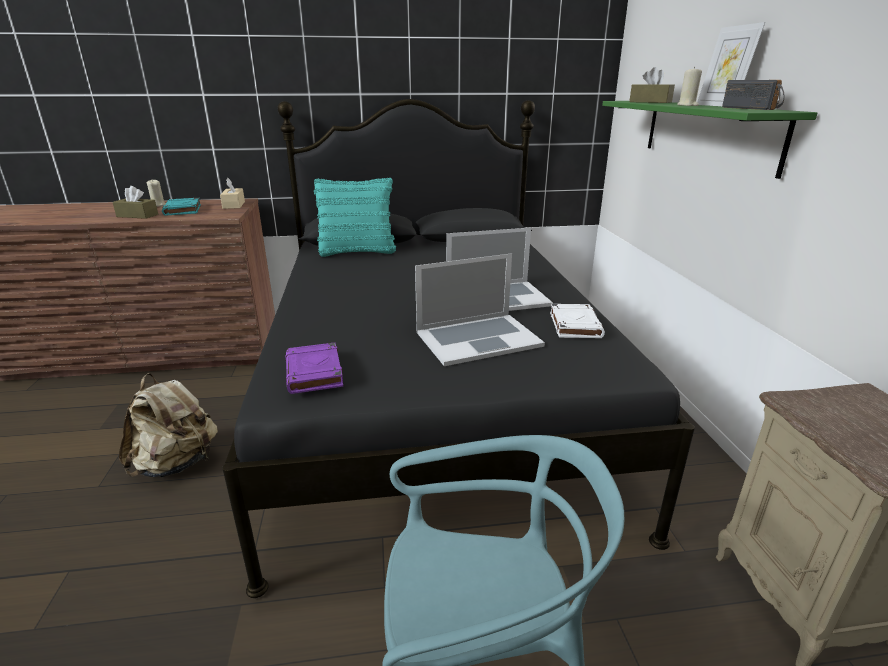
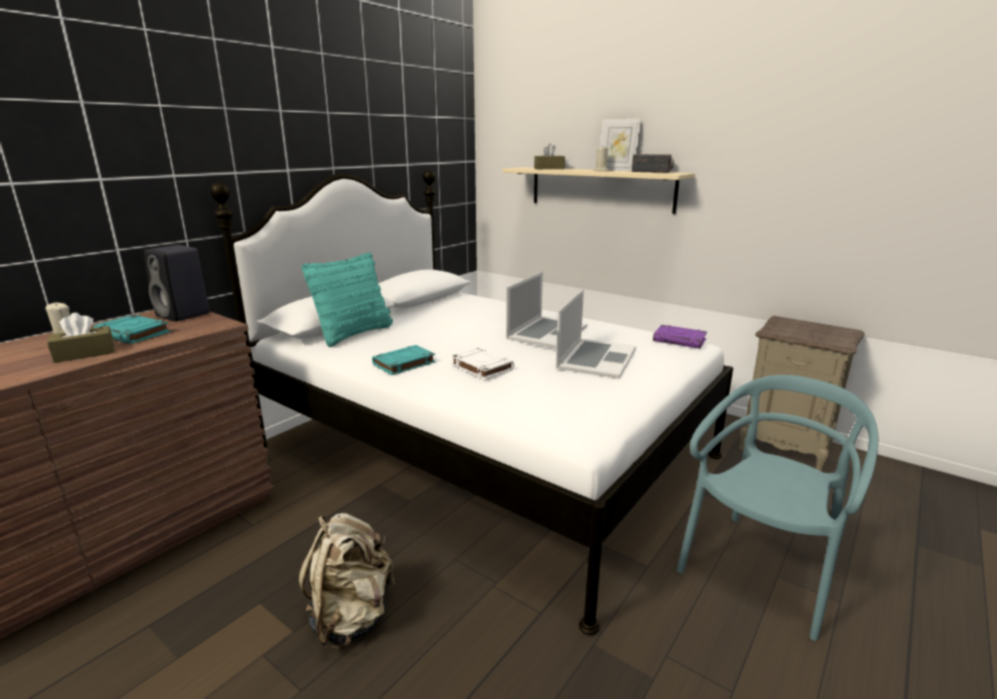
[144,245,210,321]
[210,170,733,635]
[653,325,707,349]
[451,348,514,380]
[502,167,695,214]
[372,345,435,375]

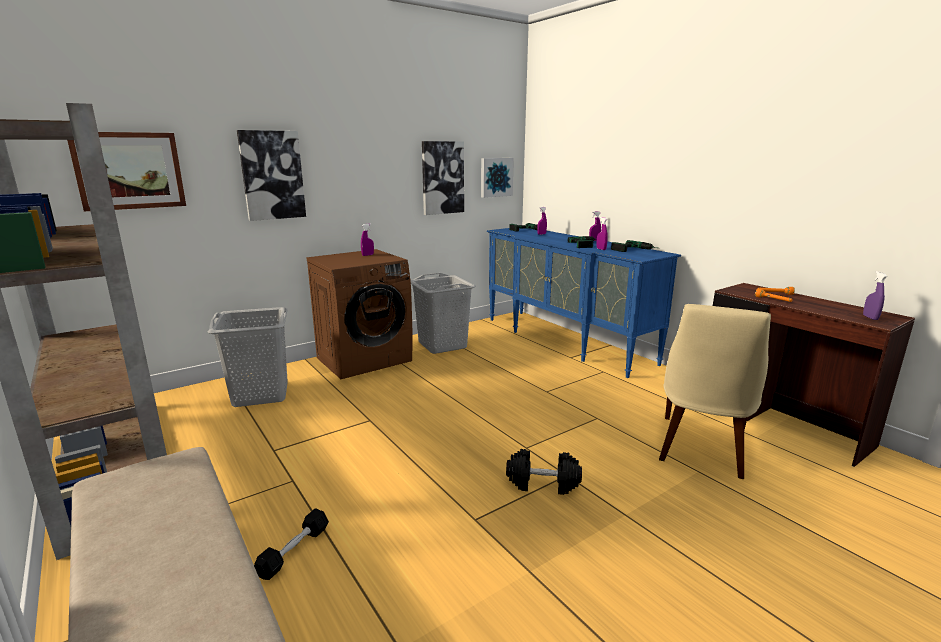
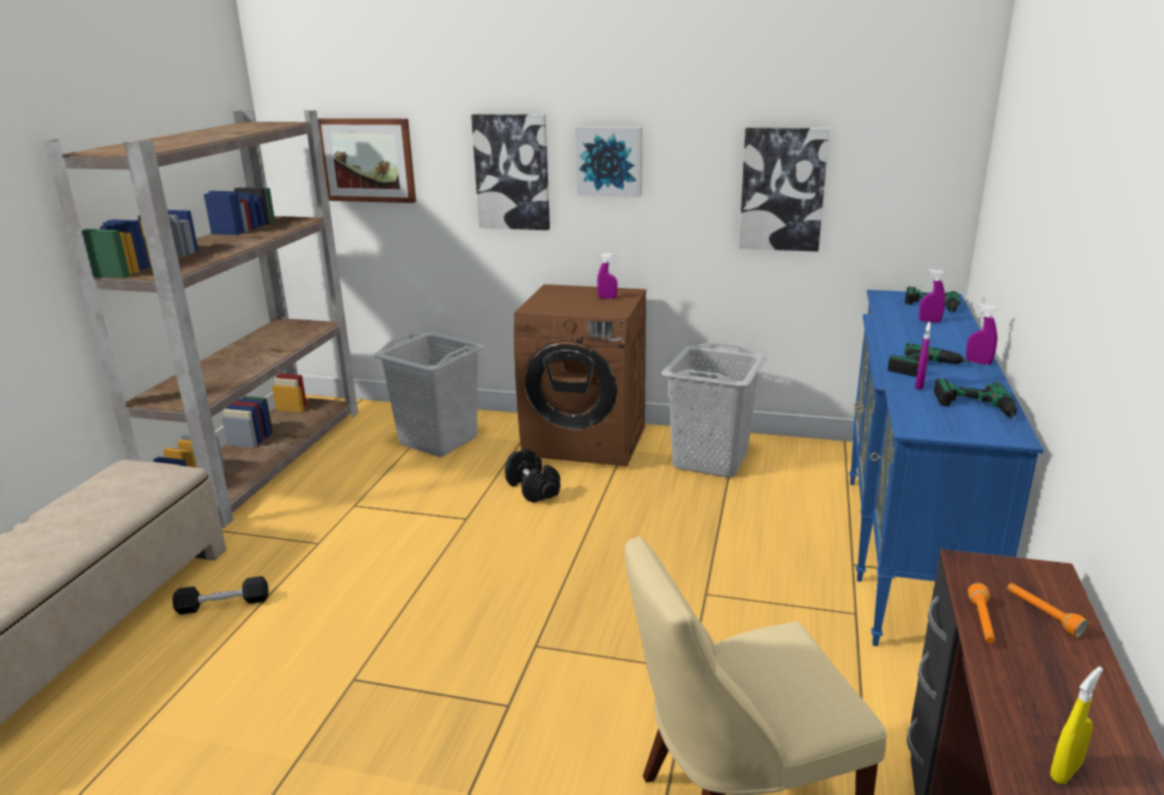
[575,127,642,197]
[505,449,560,503]
[1050,666,1103,784]

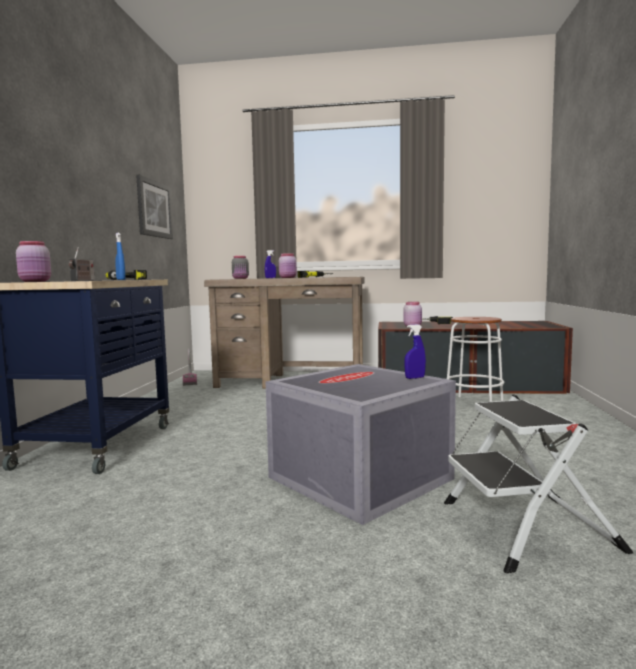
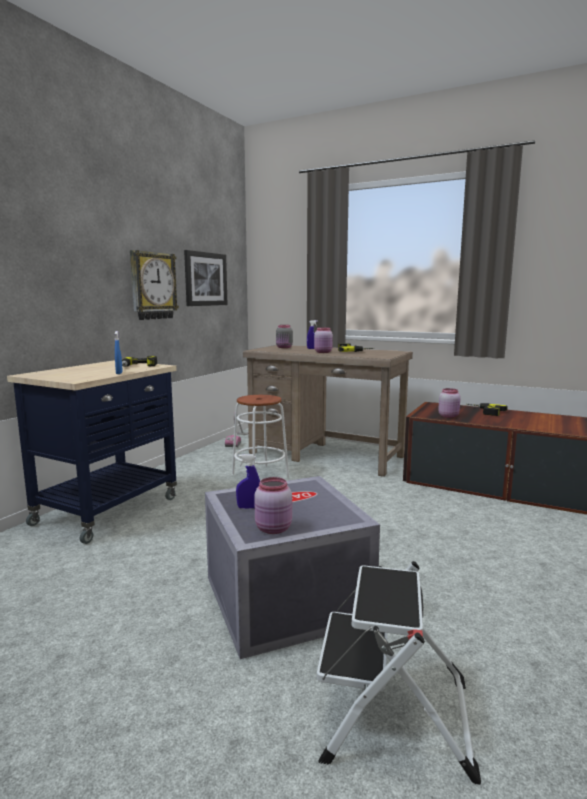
[254,477,292,534]
[69,247,95,281] (first image)
[236,454,260,509]
[232,395,289,478]
[130,250,179,320]

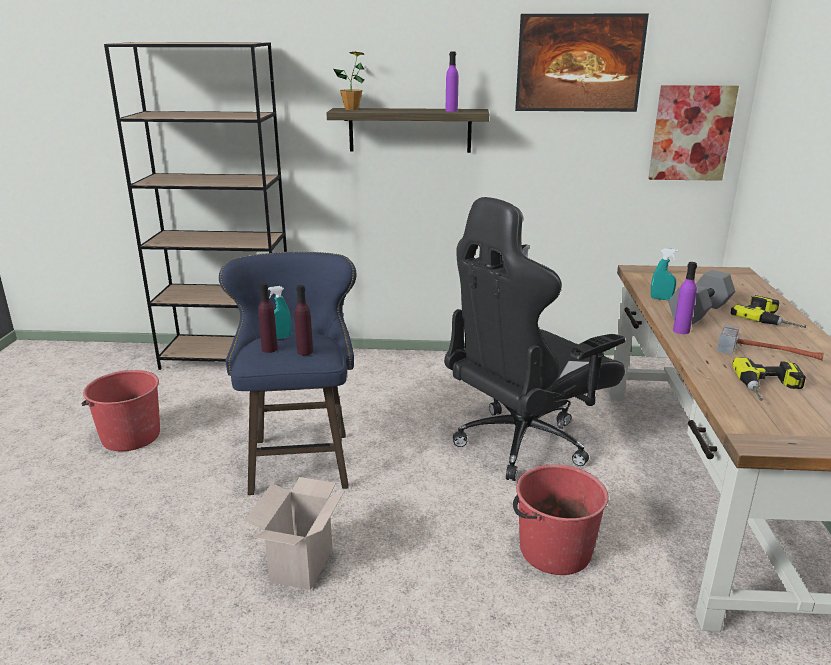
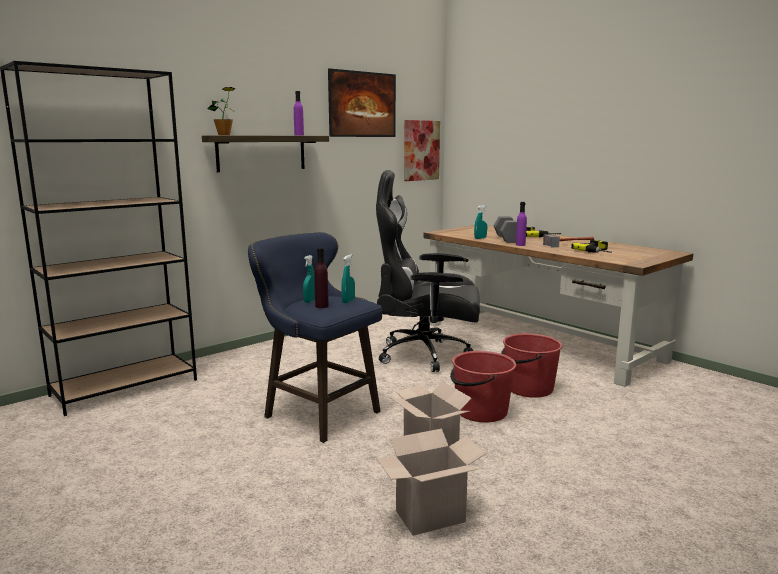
[450,351,516,422]
[341,254,355,303]
[376,170,480,372]
[377,429,485,536]

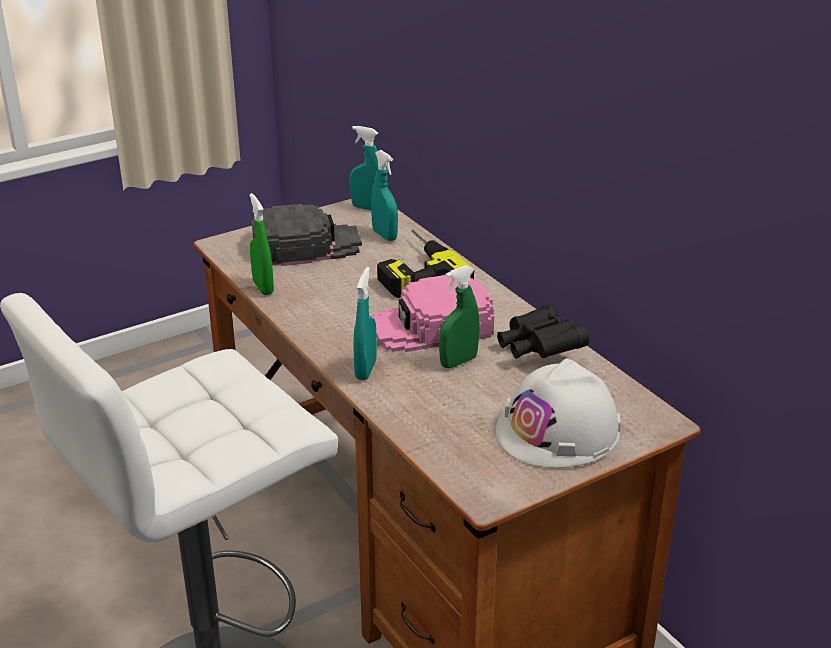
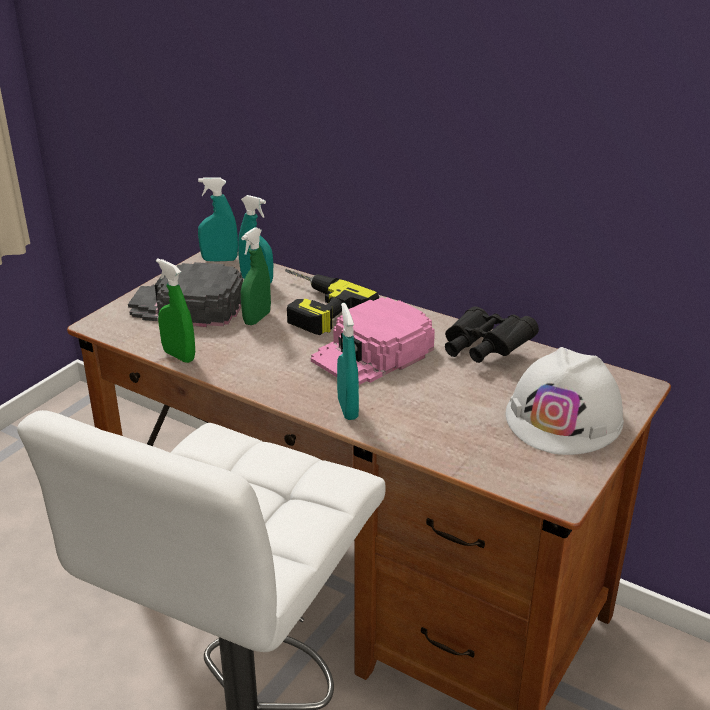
[128,262,243,327]
[241,227,271,325]

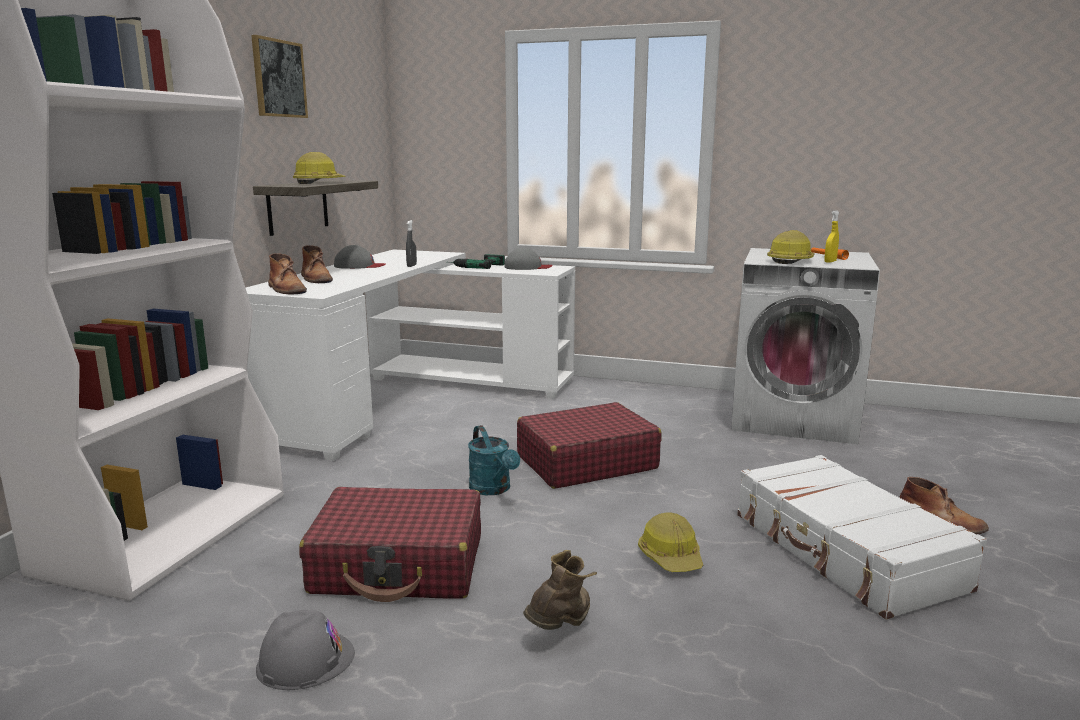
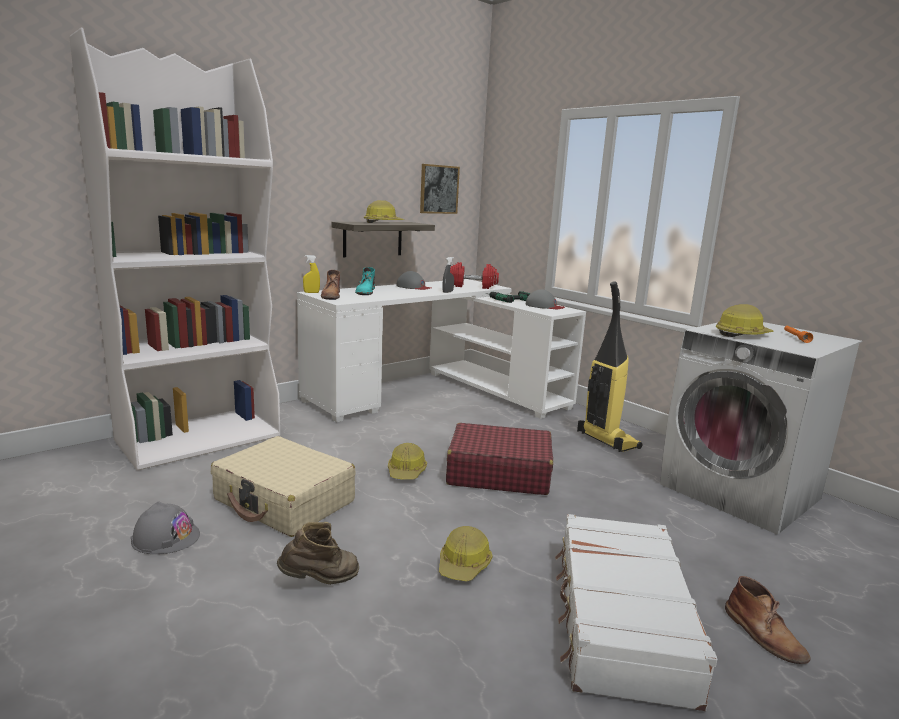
[420,164,460,214]
[211,436,356,537]
[355,267,375,295]
[388,443,427,480]
[303,255,320,293]
[450,262,499,289]
[577,282,643,452]

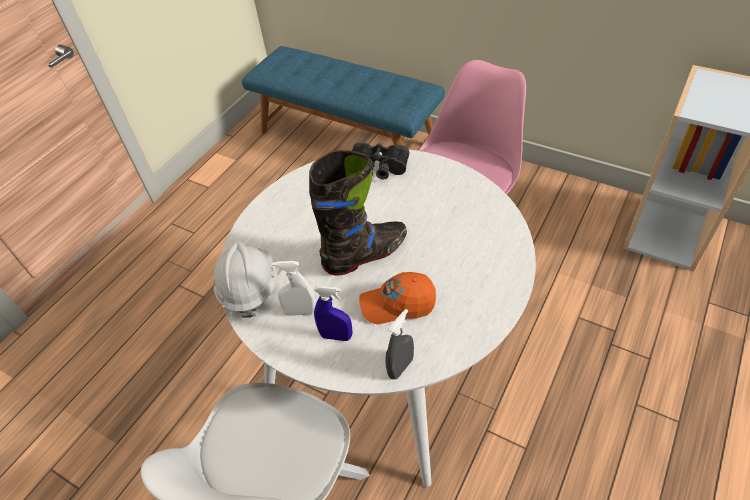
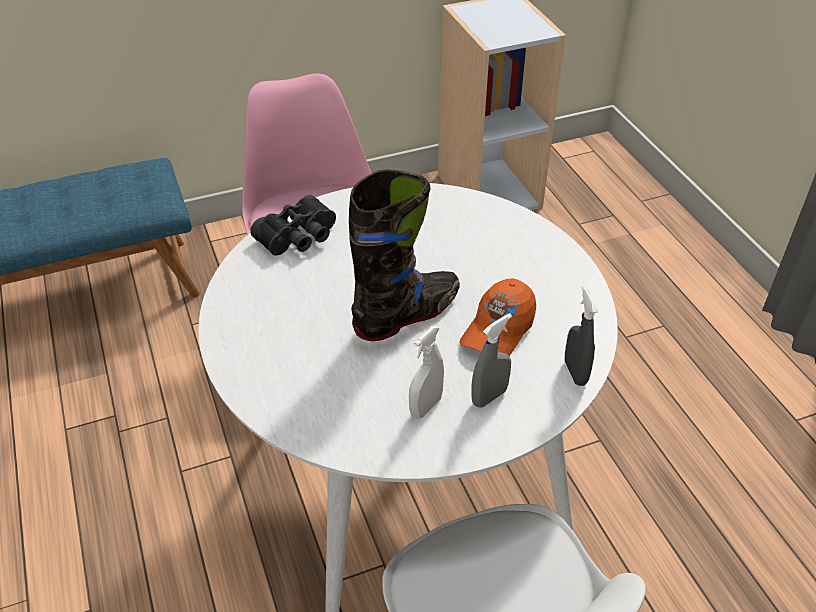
[213,241,276,318] (first image)
[349,169,460,341]
[472,313,512,407]

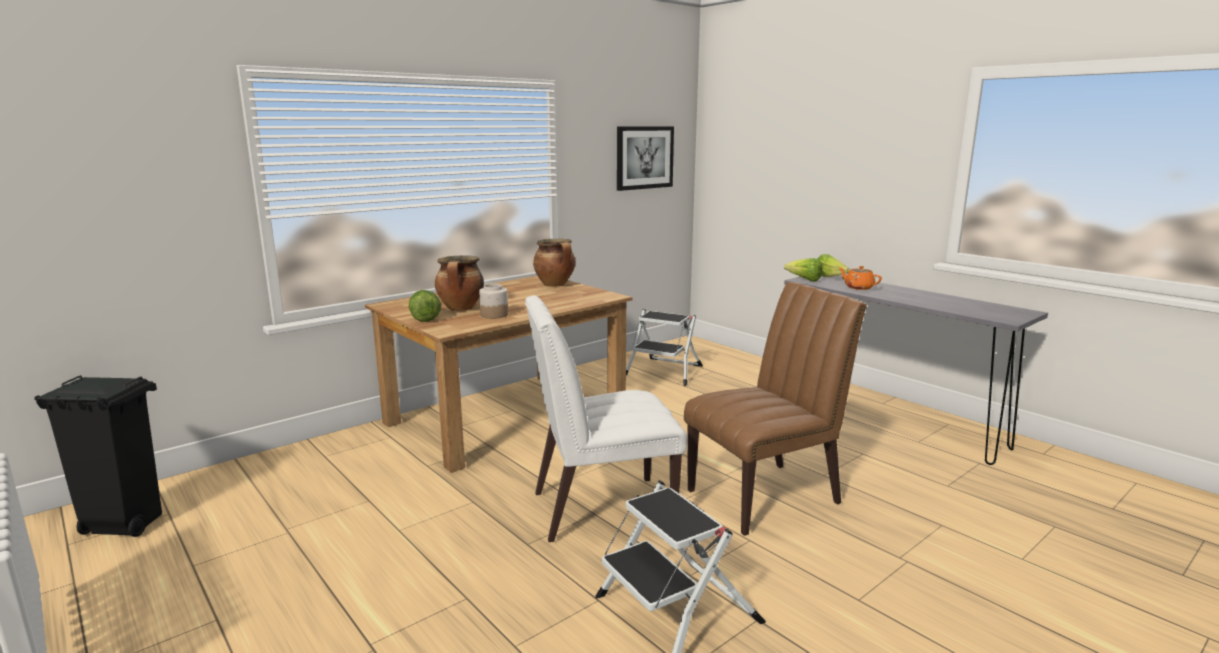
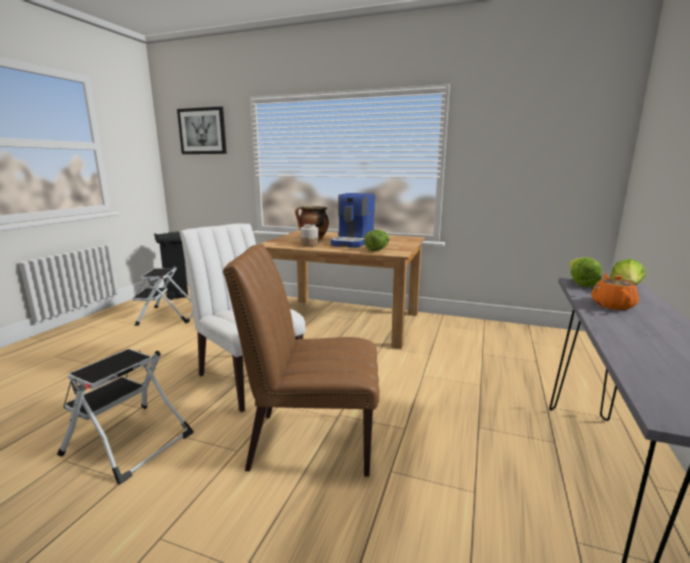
[364,230,390,251]
[533,239,575,287] (first image)
[177,107,227,154]
[132,266,193,326]
[223,244,380,477]
[331,193,375,248]

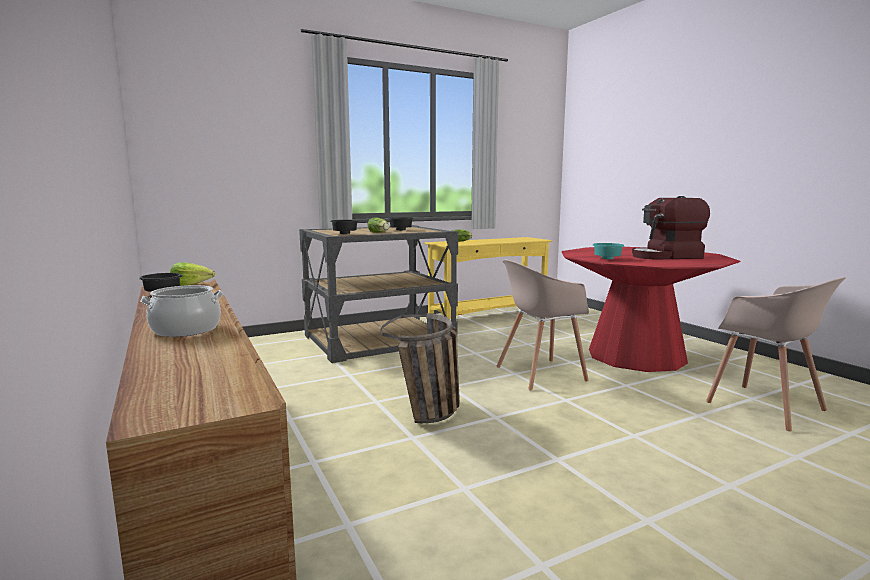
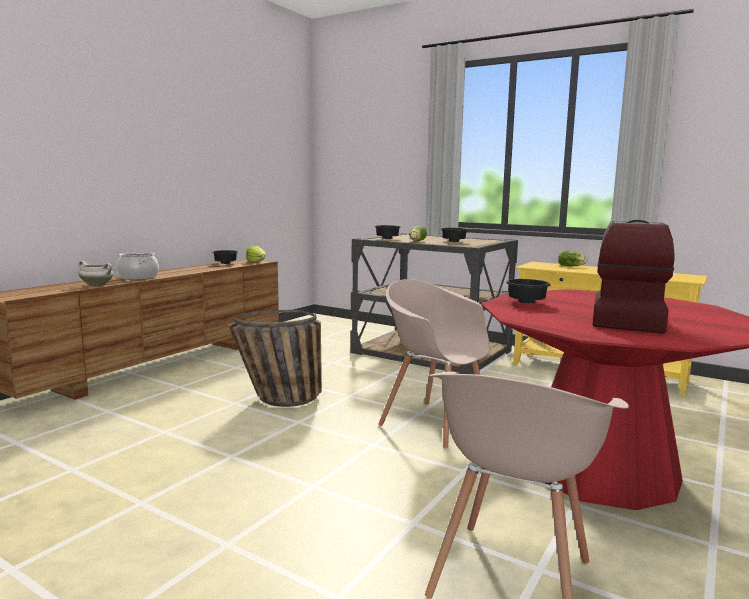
[506,279,550,303]
[593,220,674,333]
[78,261,114,286]

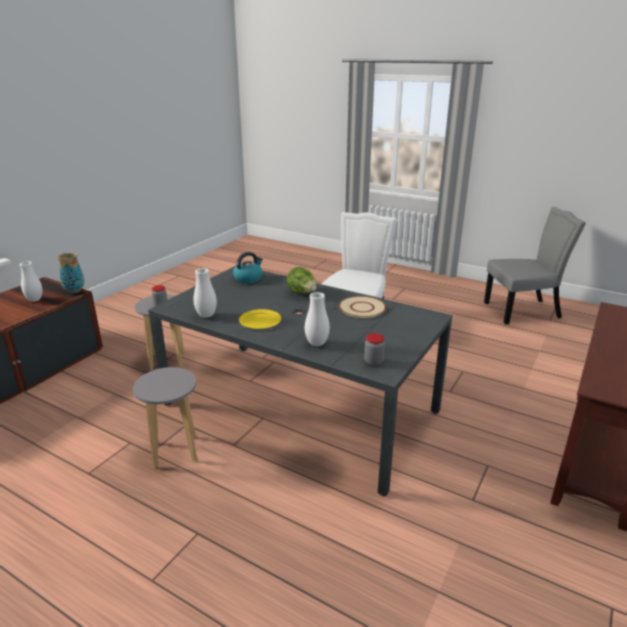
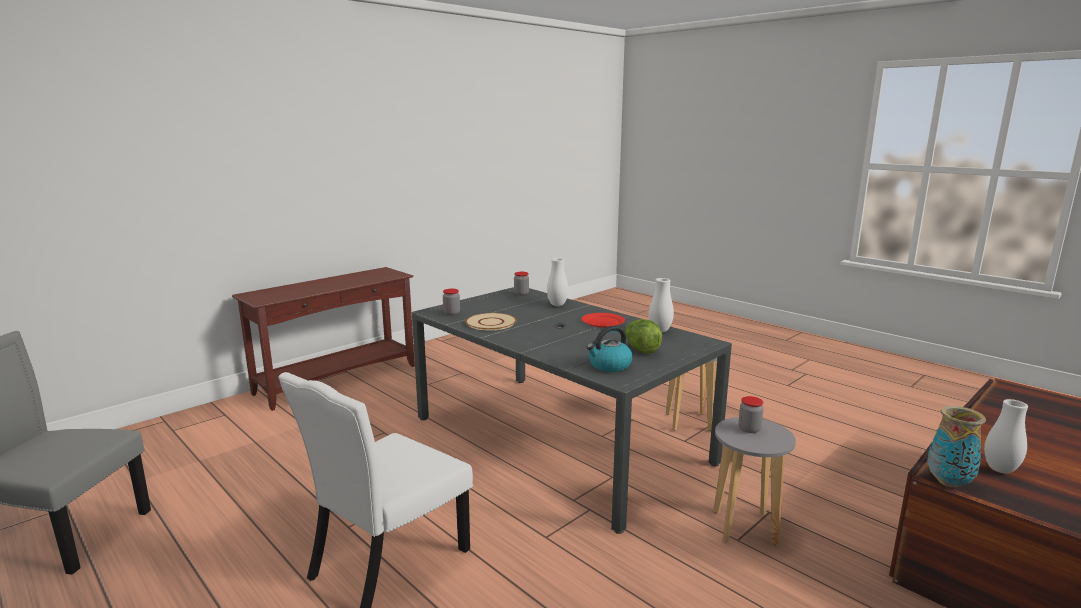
[581,313,625,328]
[625,319,662,354]
[443,289,460,316]

